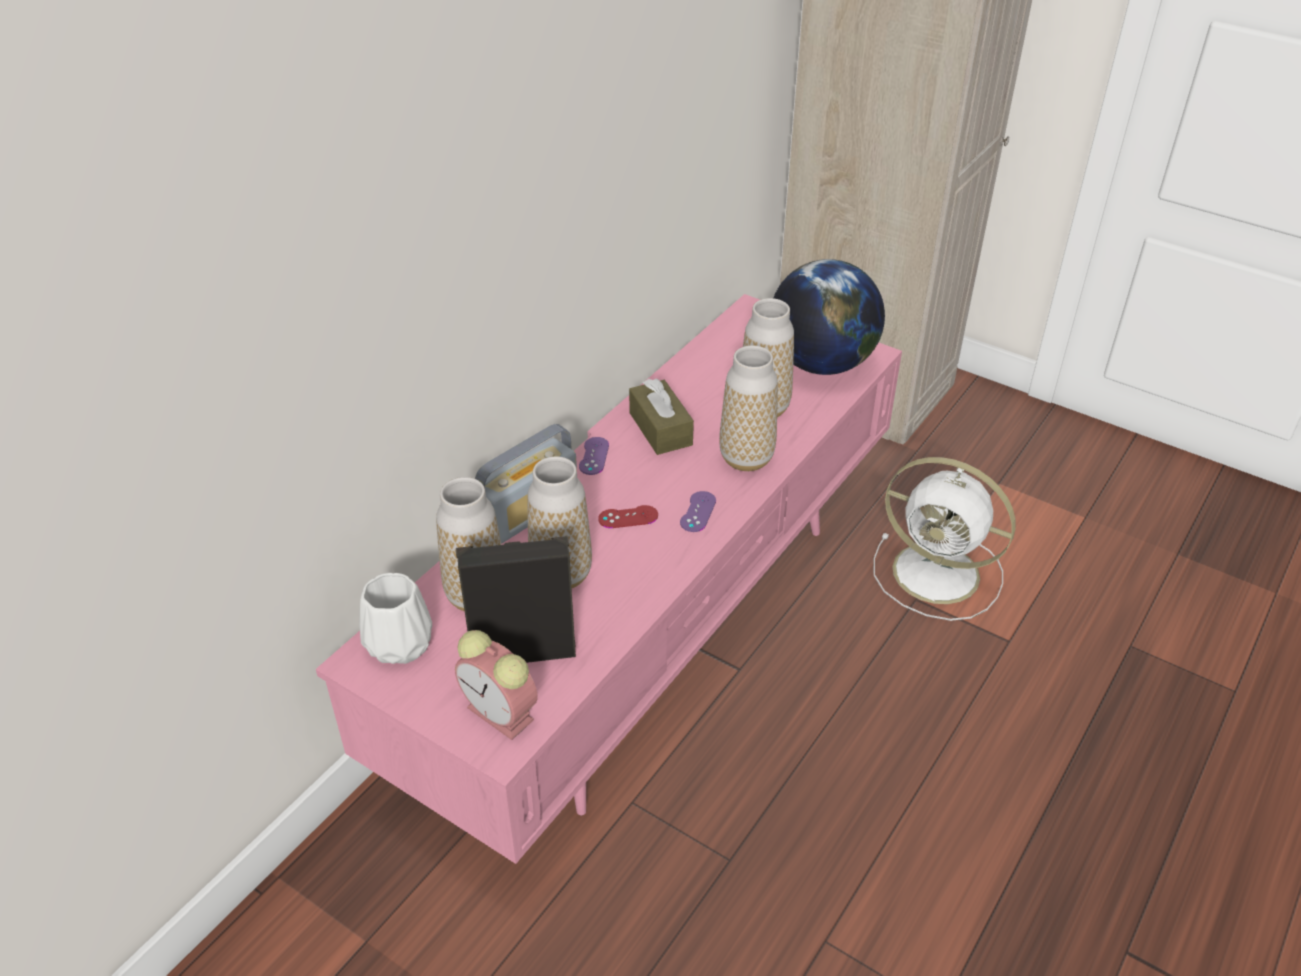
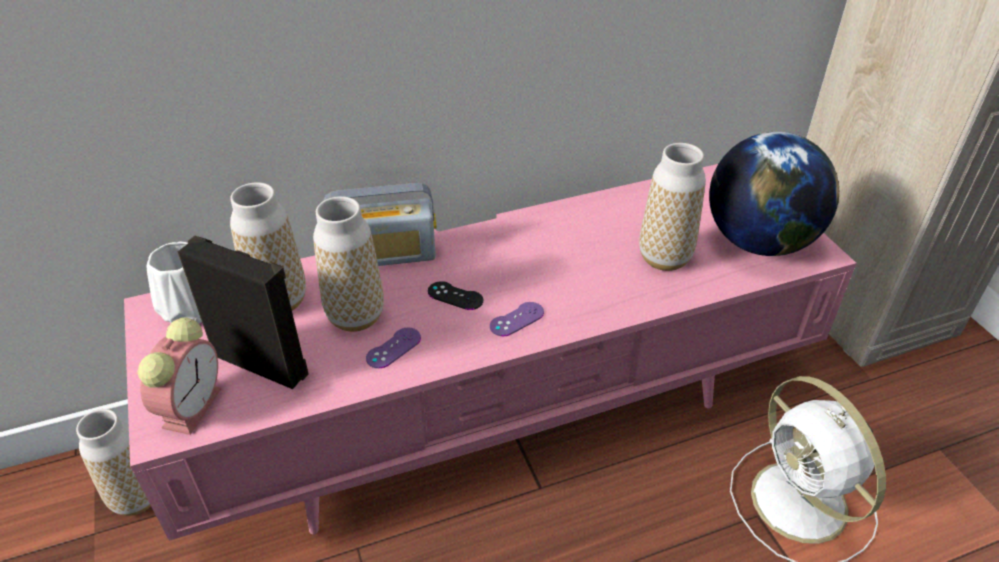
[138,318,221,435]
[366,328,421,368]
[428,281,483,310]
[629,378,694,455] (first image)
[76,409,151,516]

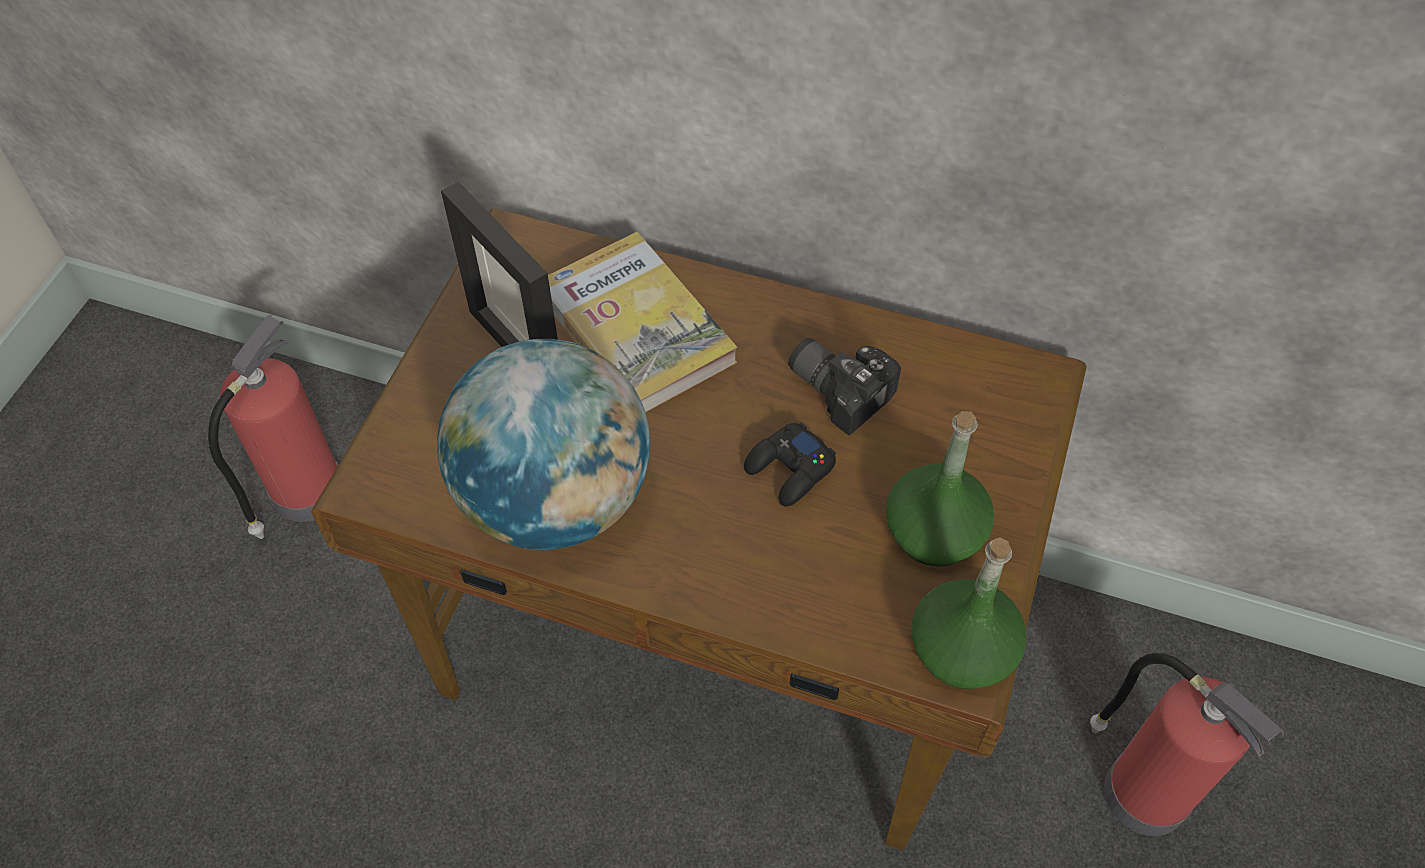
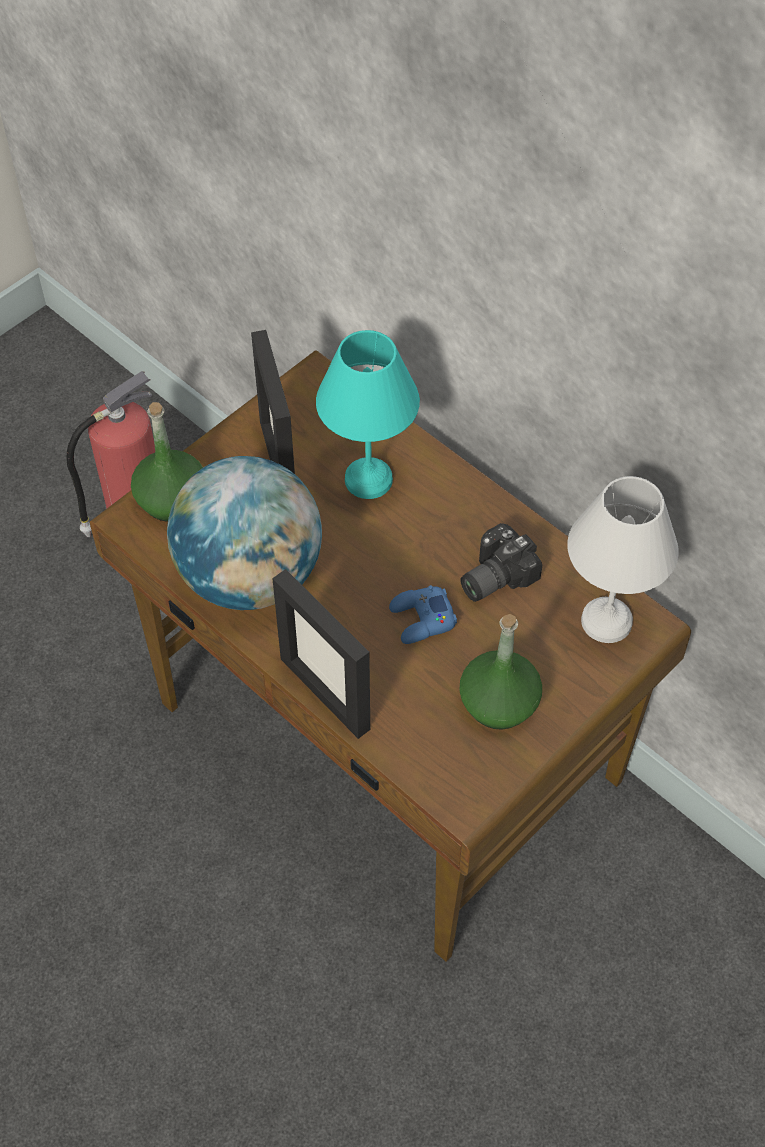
[316,330,420,499]
[389,585,457,644]
[460,523,542,602]
[131,402,203,522]
[1090,653,1284,836] (first image)
[272,569,370,739]
[567,476,679,643]

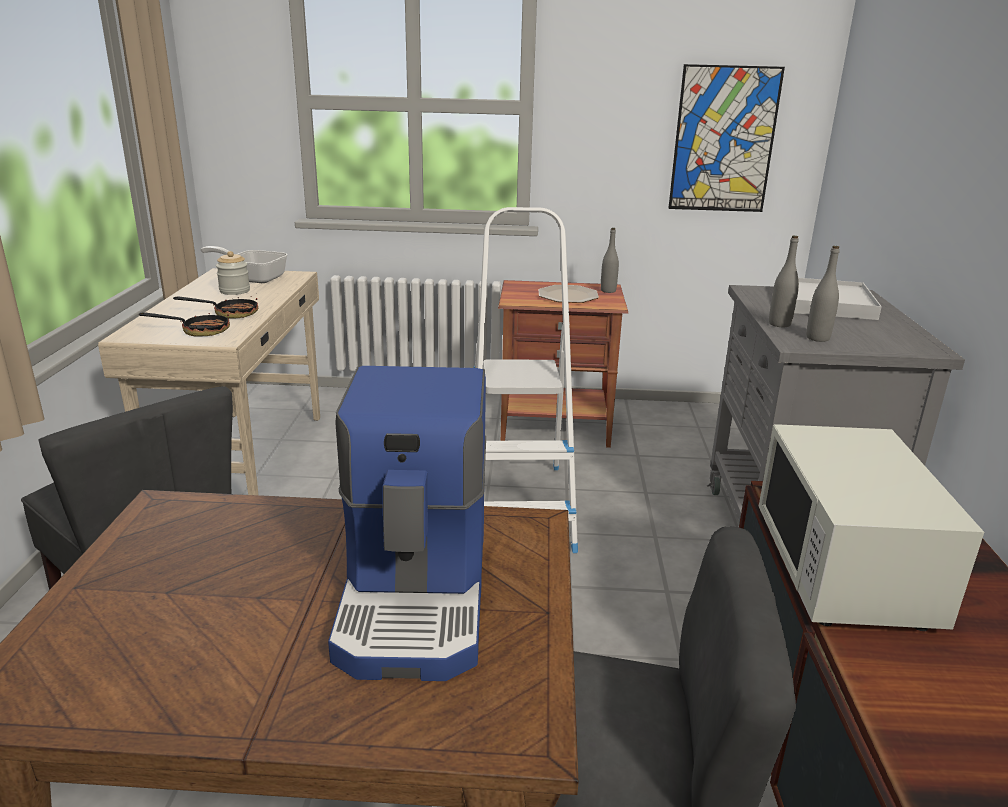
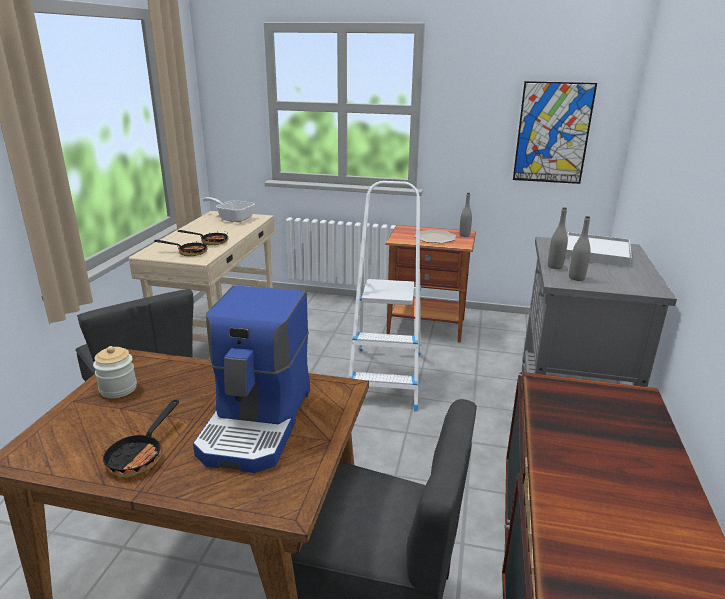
[93,346,137,398]
[759,424,984,631] (first image)
[101,399,179,478]

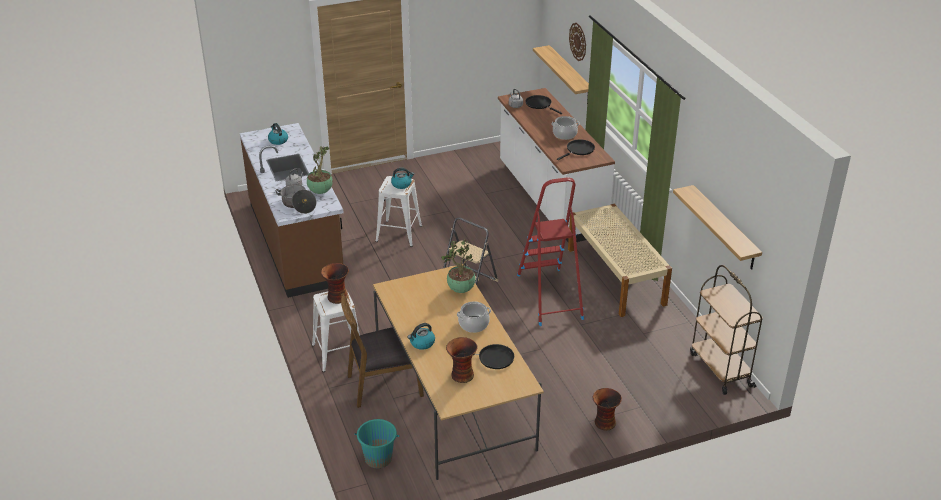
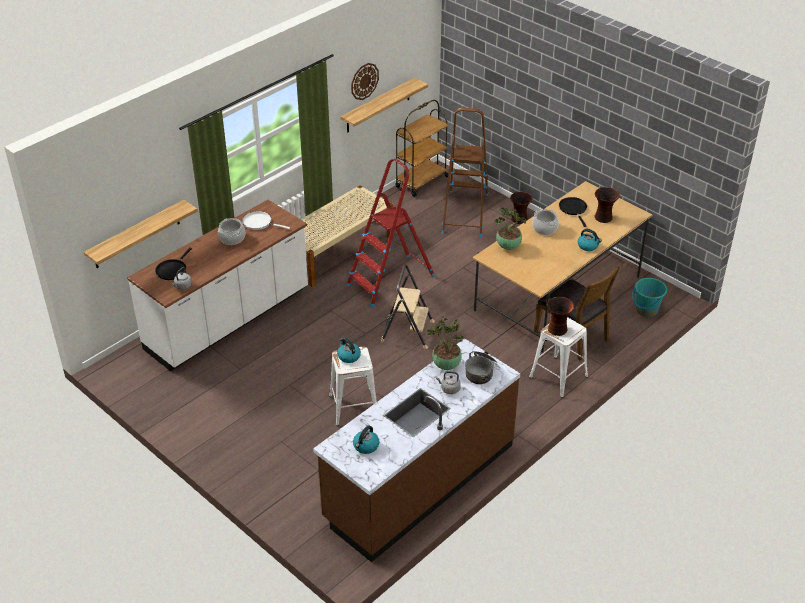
[242,211,290,230]
[351,63,379,100]
[442,108,488,237]

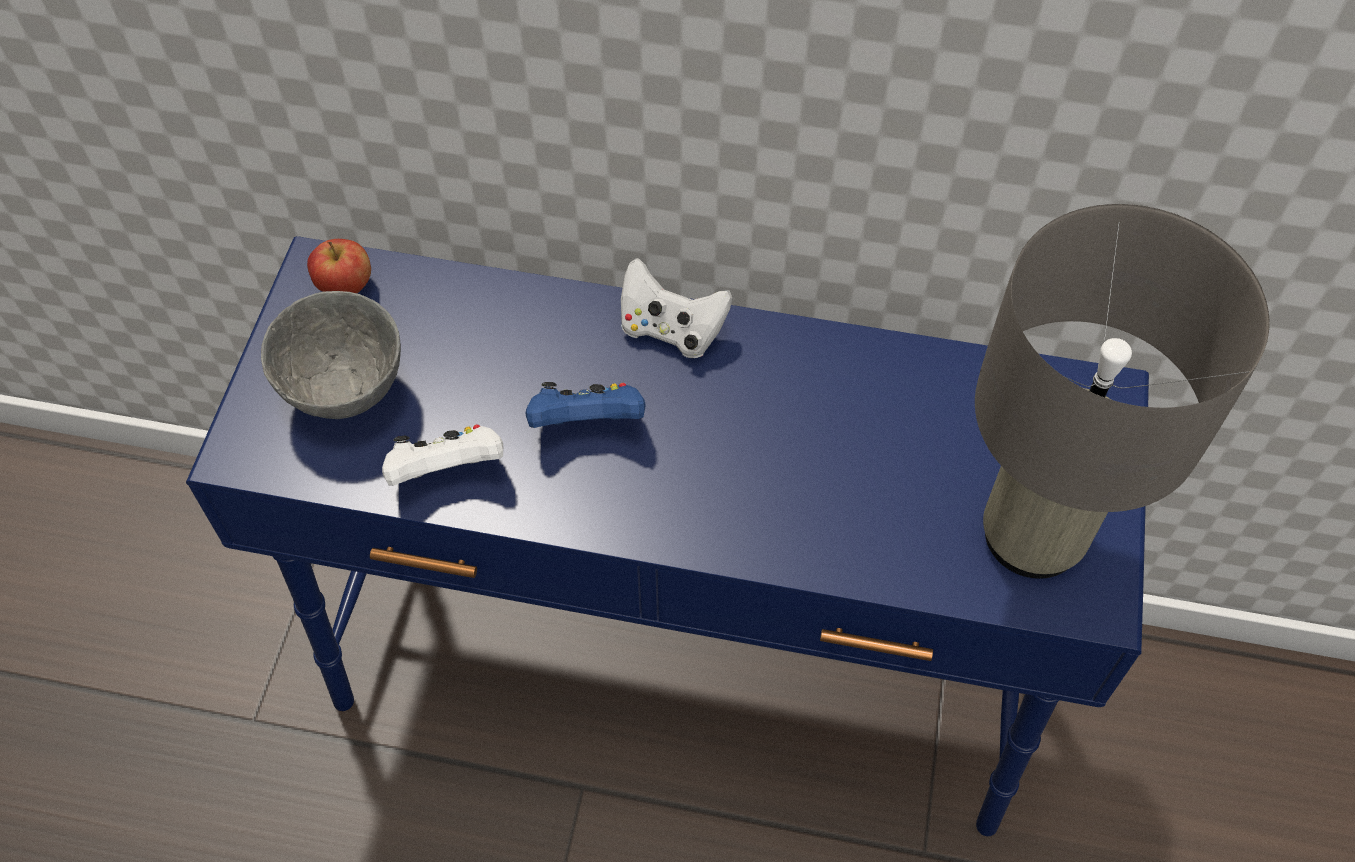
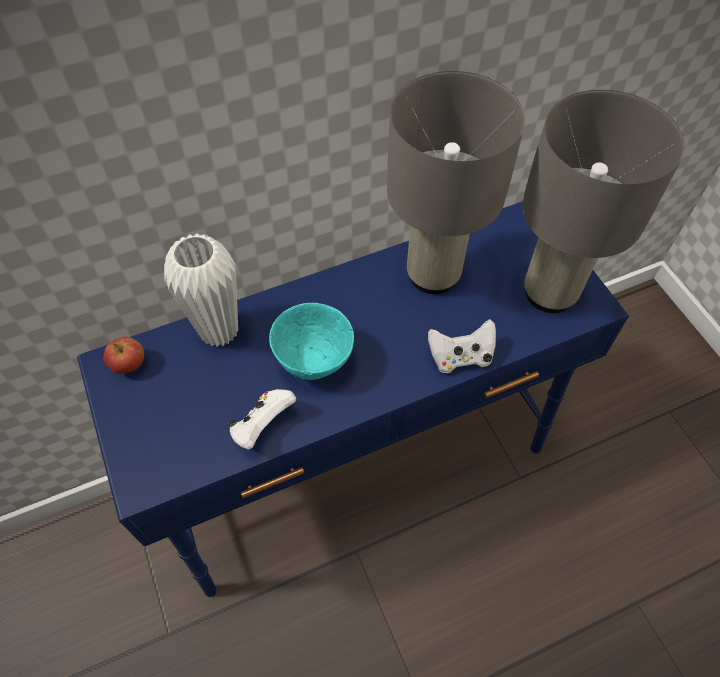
[261,291,401,419] (first image)
[269,303,354,380]
[428,319,496,373]
[164,234,238,347]
[387,71,525,294]

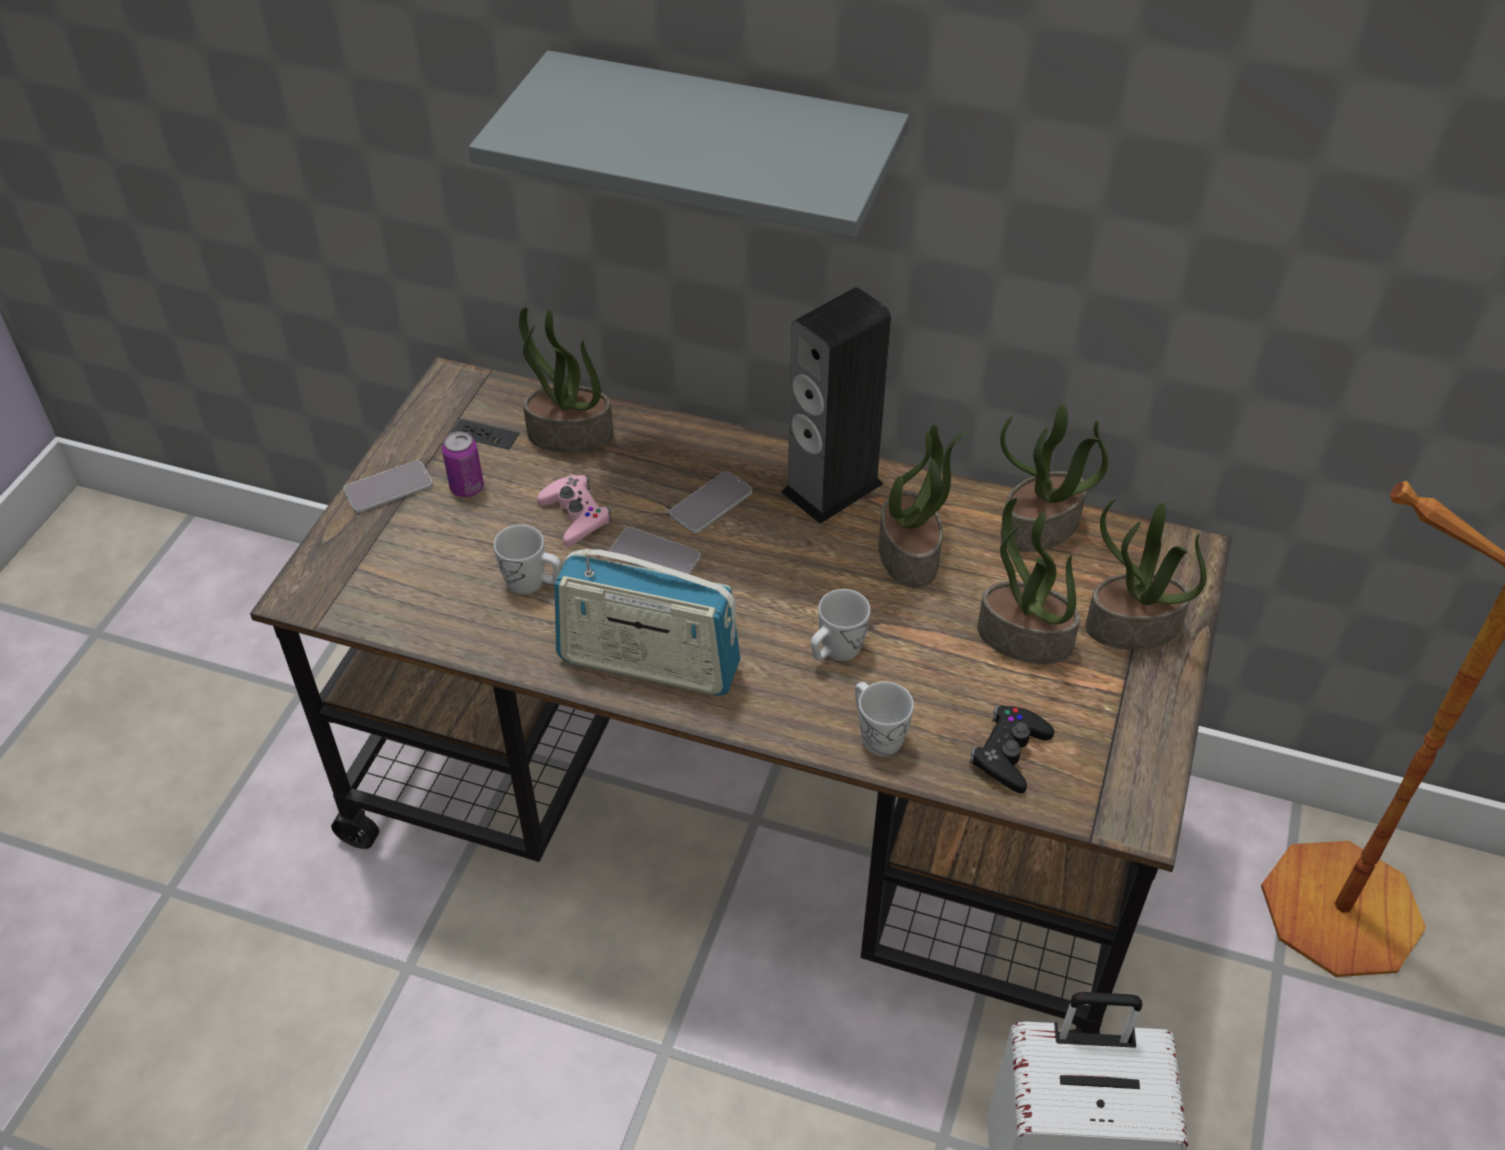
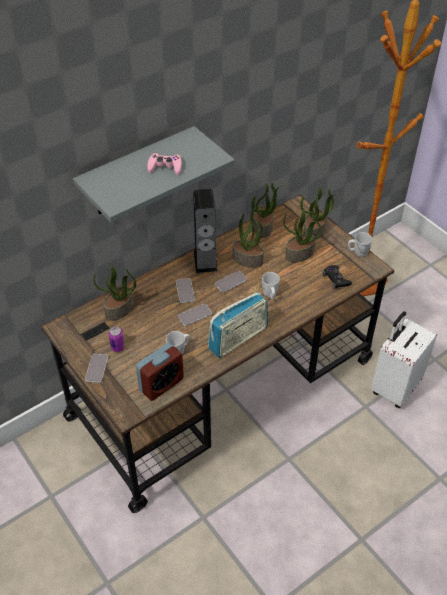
[147,152,182,175]
[348,232,372,257]
[136,342,184,401]
[215,271,247,293]

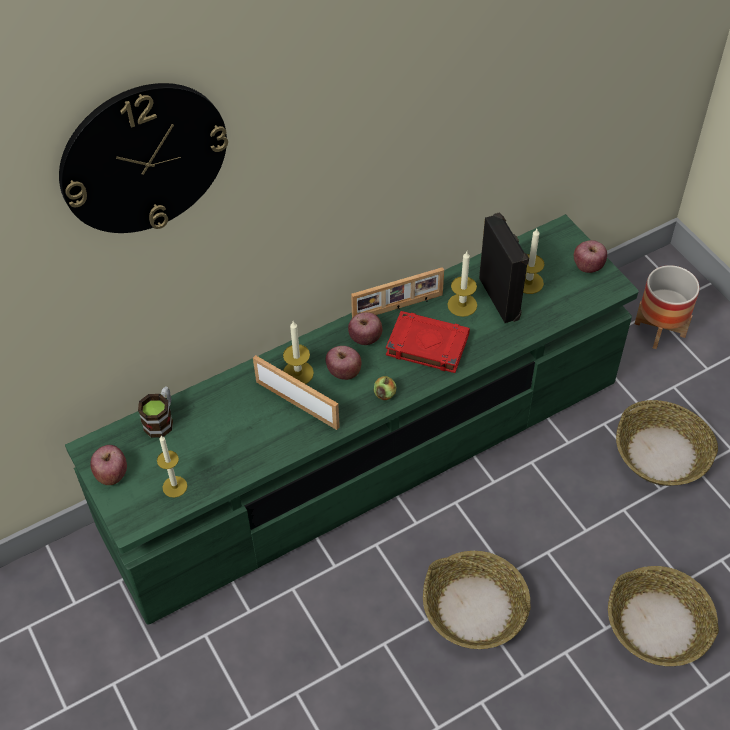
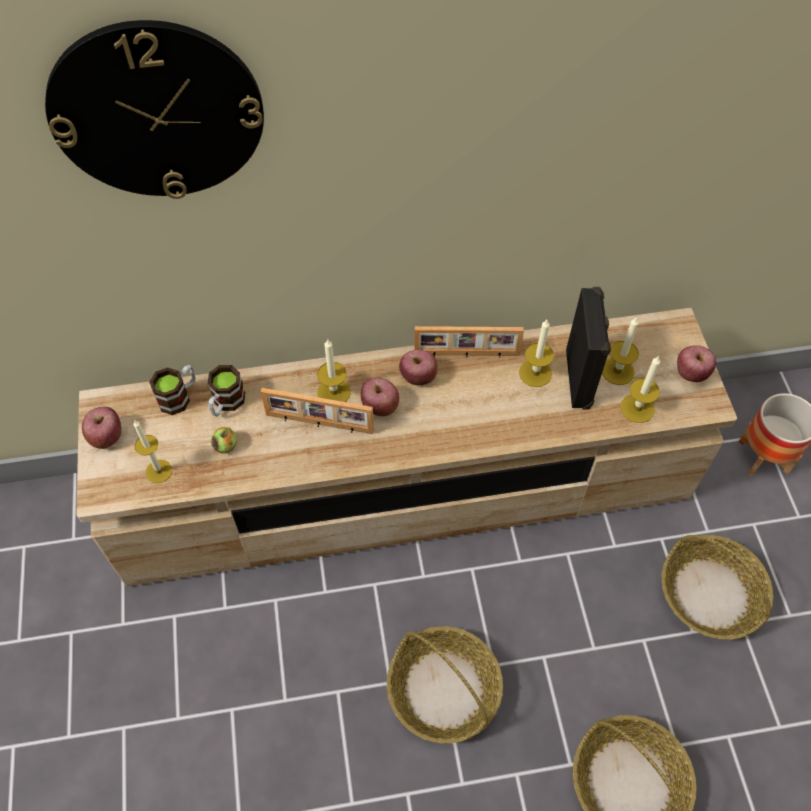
[77,308,737,586]
[260,388,374,434]
[211,427,237,453]
[386,311,470,373] (first image)
[208,365,245,416]
[620,356,660,423]

